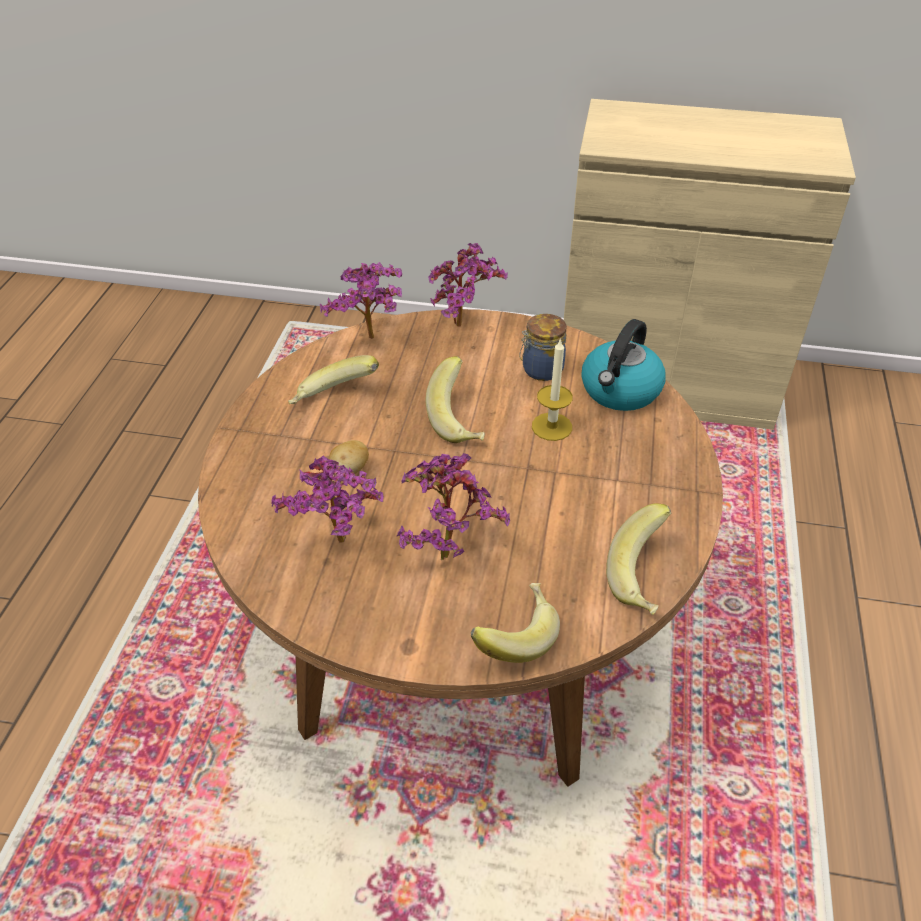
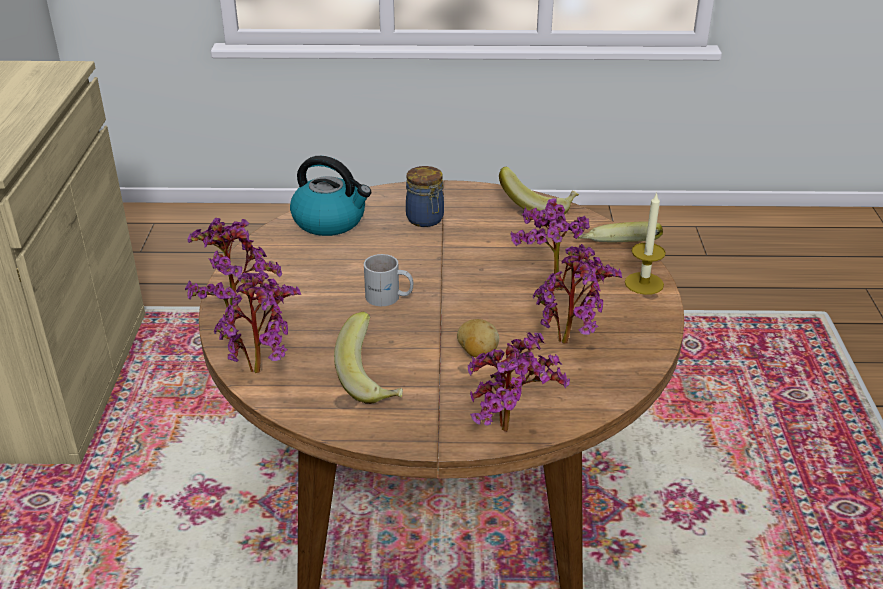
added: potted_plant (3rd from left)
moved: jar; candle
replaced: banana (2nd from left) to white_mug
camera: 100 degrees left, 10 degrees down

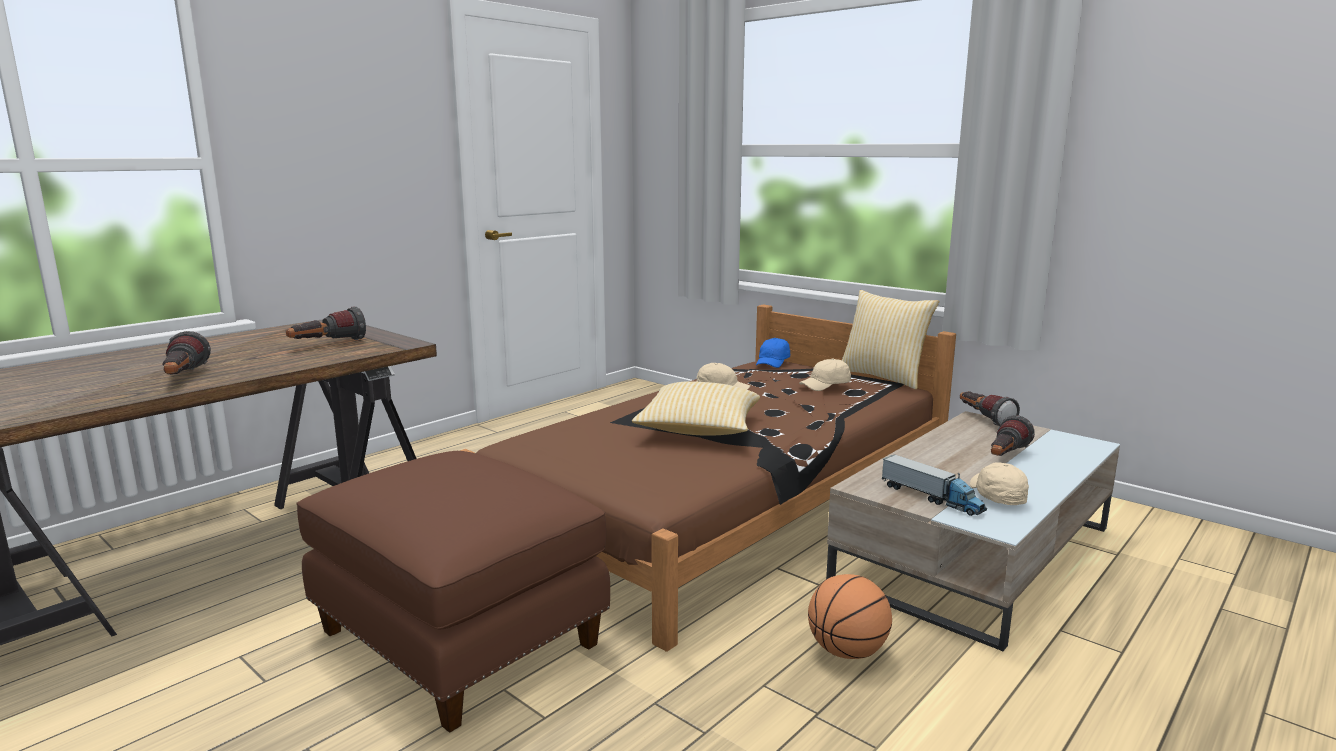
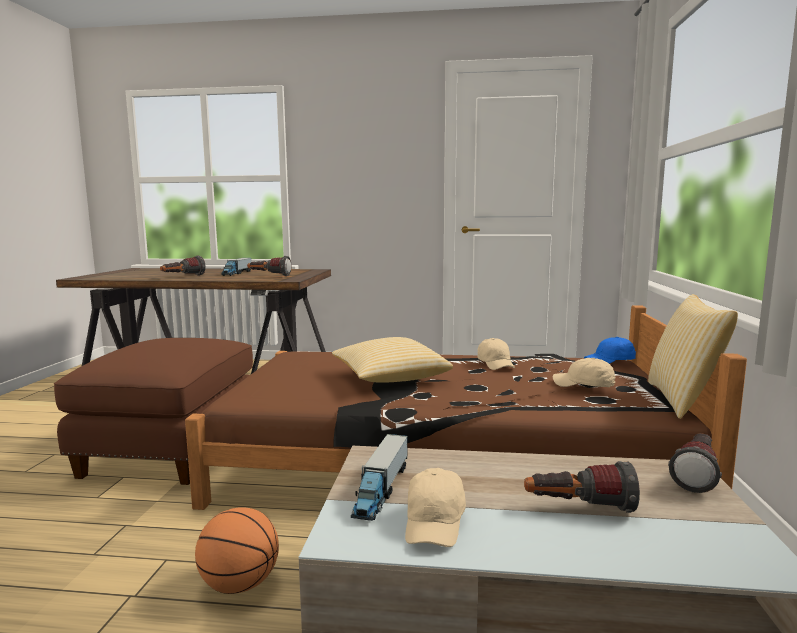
added: toy_truck (1st from left)
turned: beige_cap (3rd from left in the first image) 135 degrees clockwise
camera: 55 degrees right, 5 degrees down

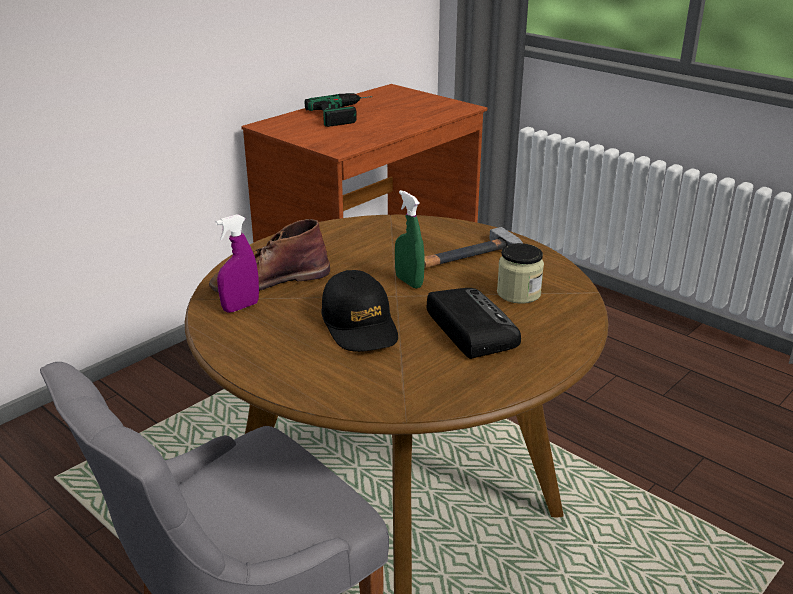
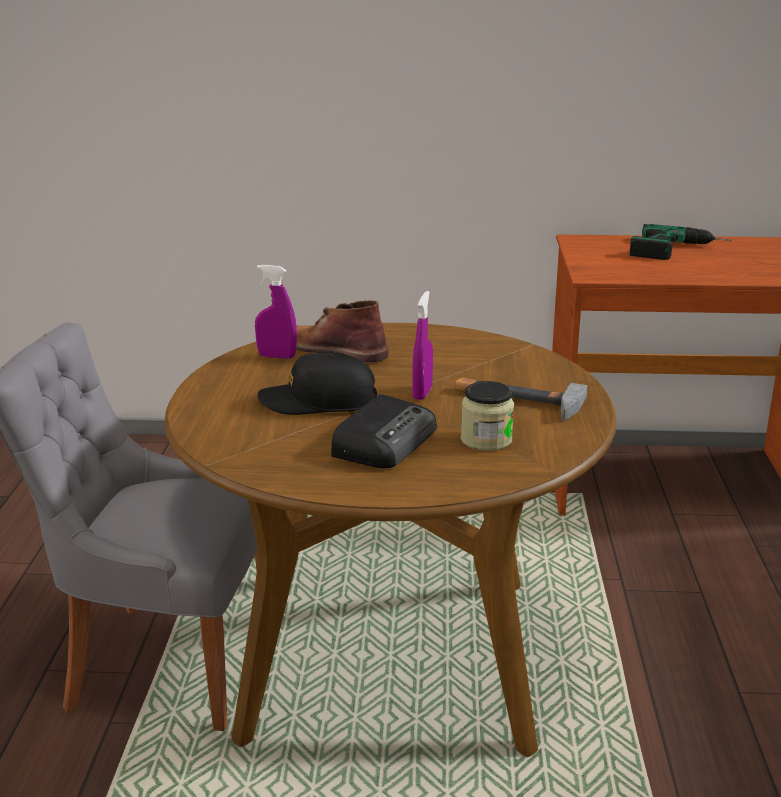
recoloured: green_spray_bottle to purple_spray_bottle (2nd from left)
turned: black_cap 60 degrees clockwise
camera: 50 degrees right, 5 degrees down

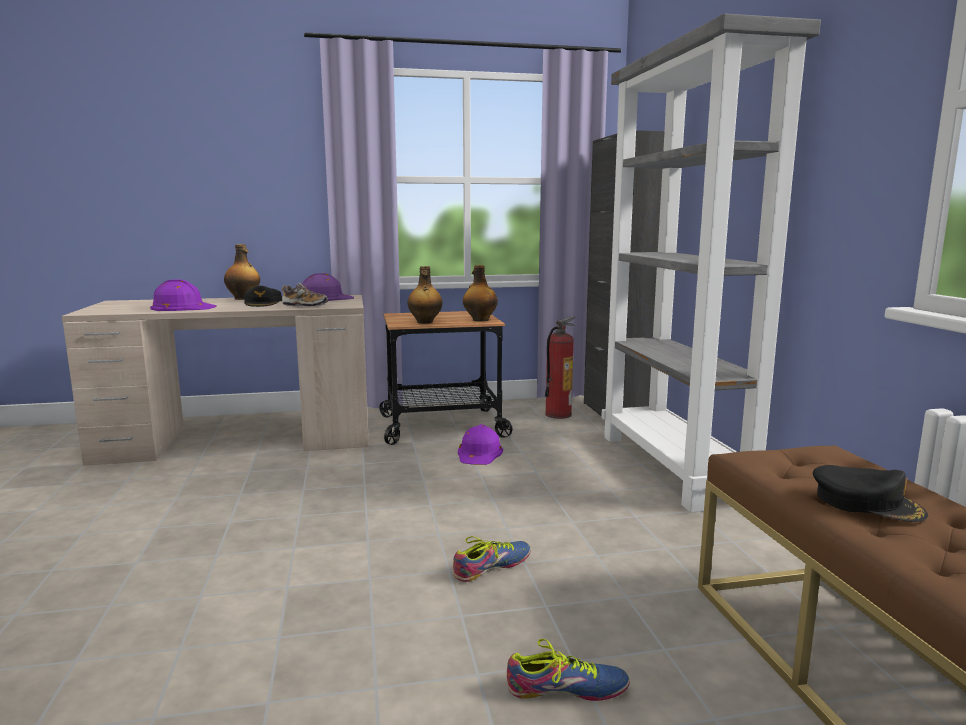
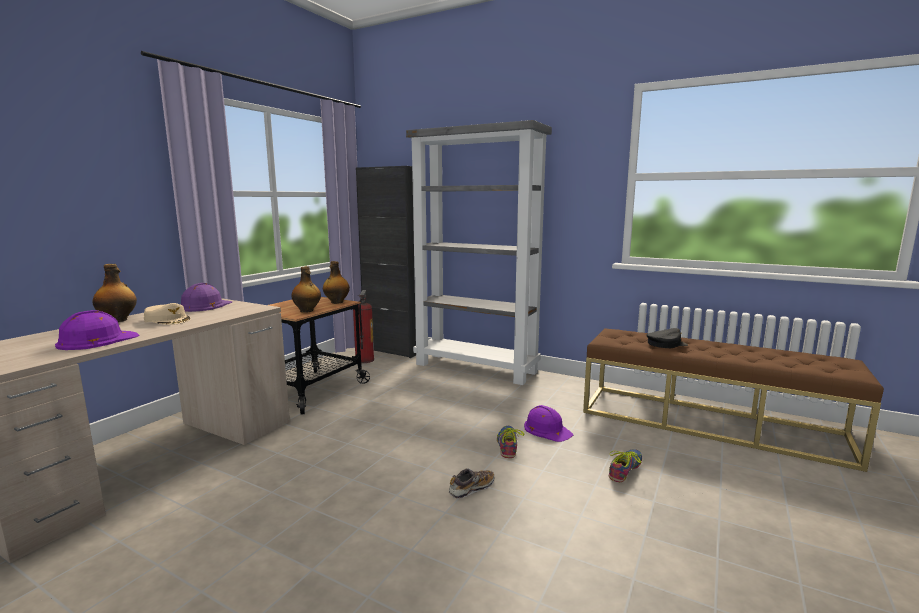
moved: shoe (1st from left); purple_hard_hat (3rd from left)
recoloured: black_cap (1st from left) to beige_cap
camera: 50 degrees left, 0 degrees up

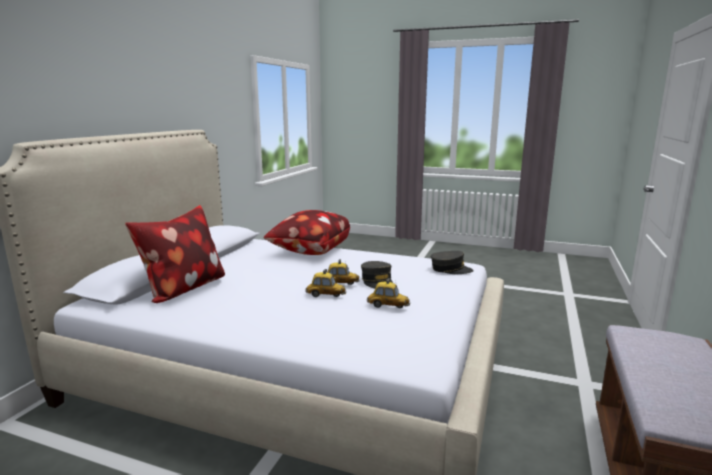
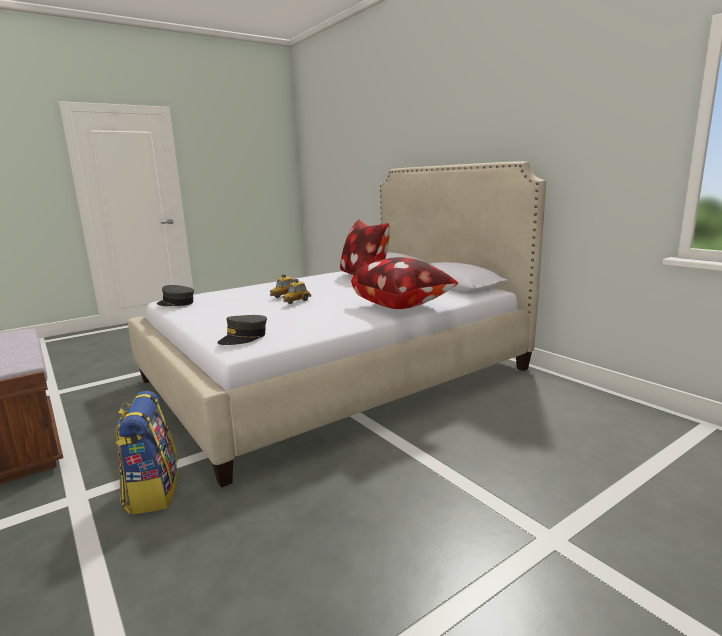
removed: toy_car (3rd from left)
added: backpack
moved: grey_cap (1st from left)
camera: 125 degrees right, 0 degrees up

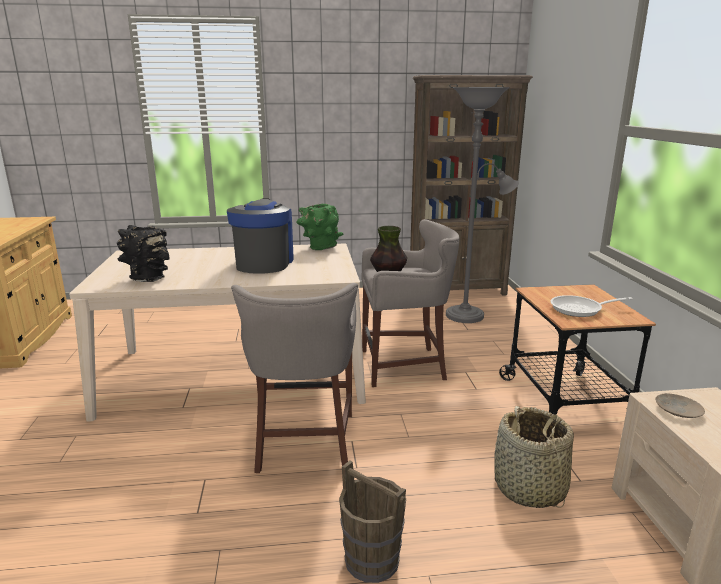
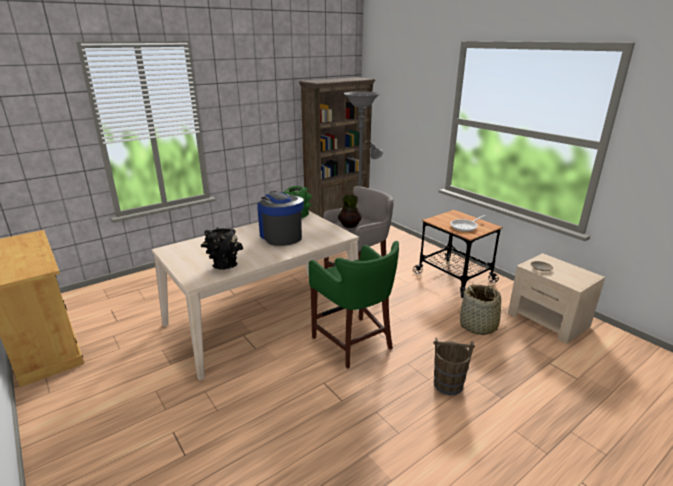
recoloured: grey_stool (1st from left) to green_stool
camera: 30 degrees left, 5 degrees up

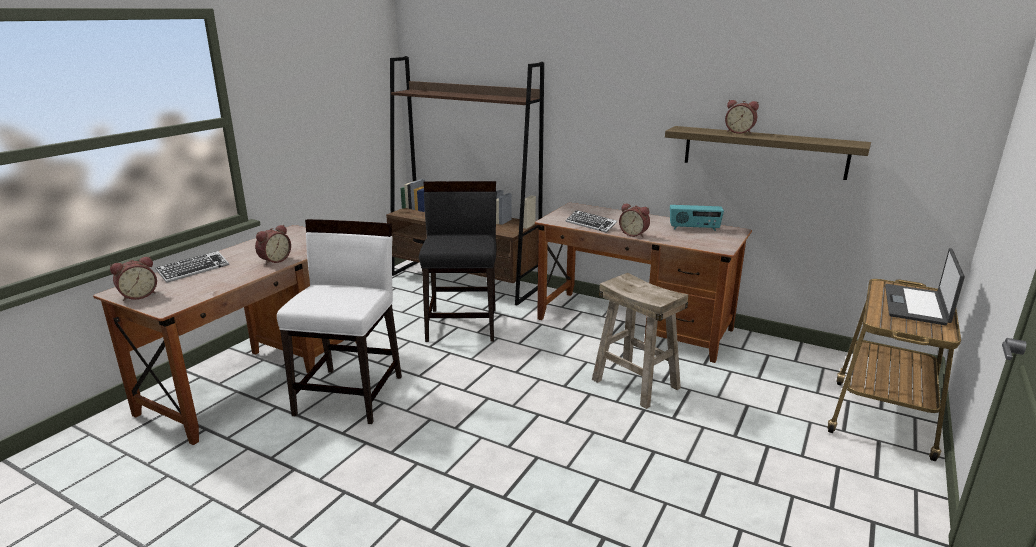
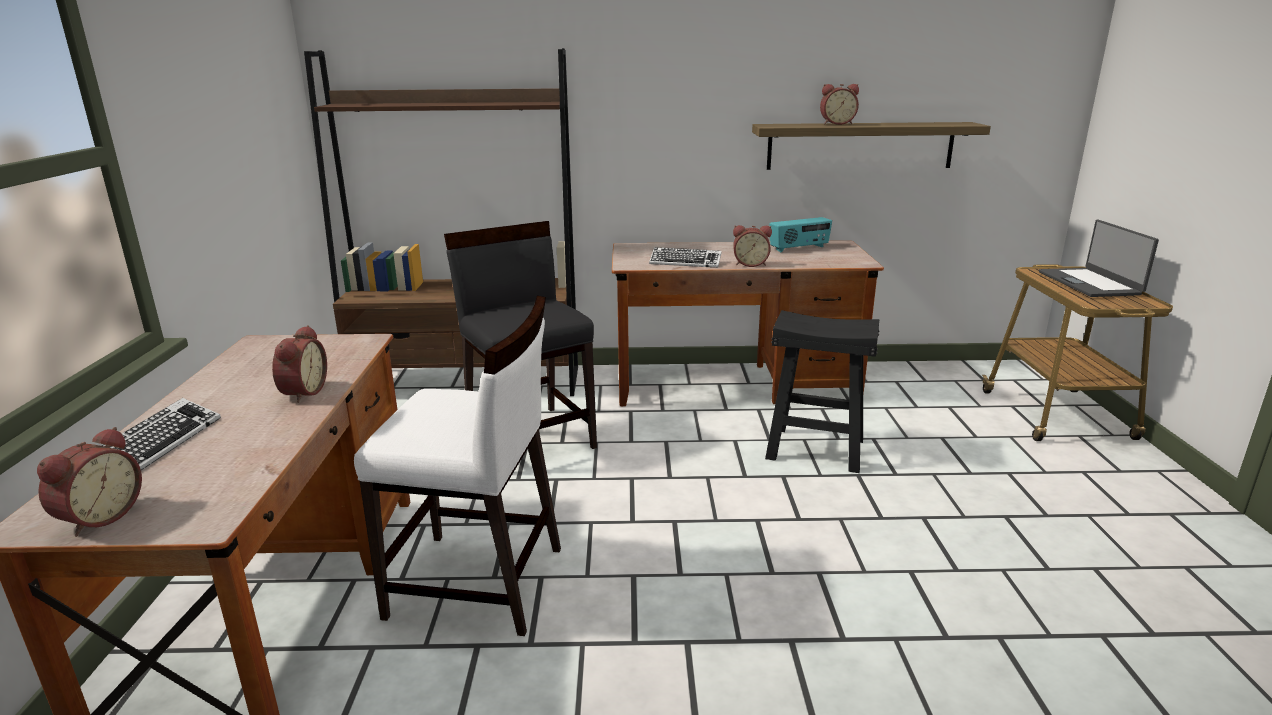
recoloured: beige_stool to black_stool
turned: white_chair 120 degrees clockwise
camera: 30 degrees left, 0 degrees up

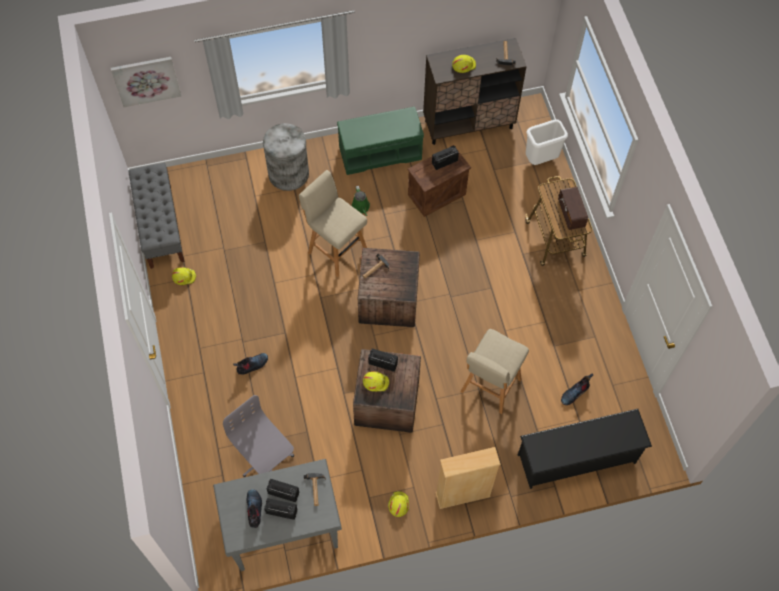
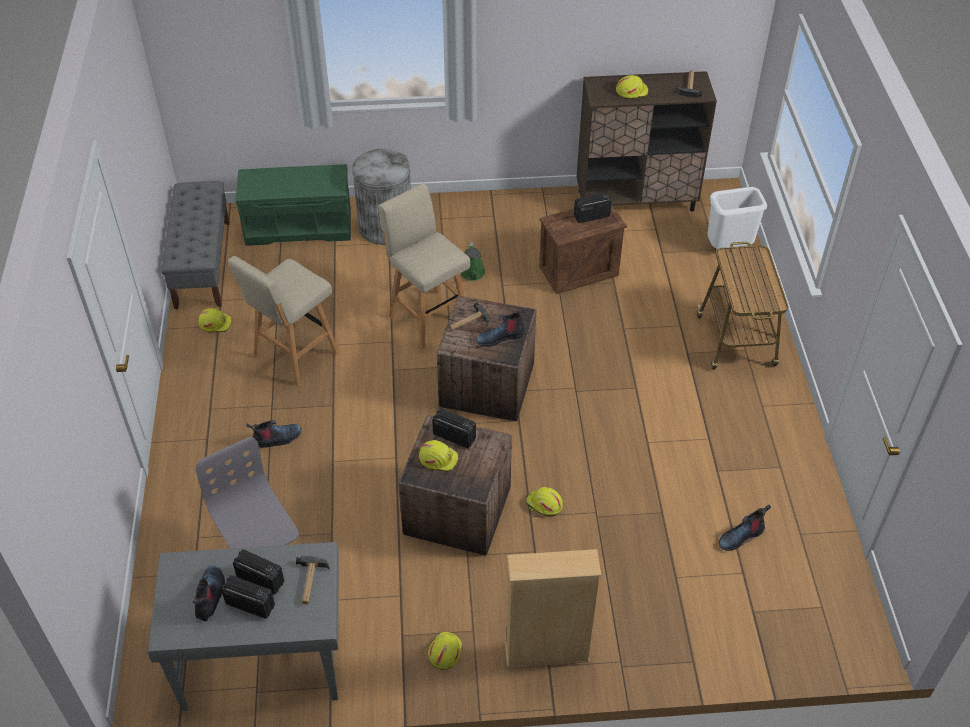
removed: picture; black_shoe_rack; radio (5th from left)
added: boot (3rd from left); yellow_hard_hat (4th from left)
moved: green_bench; beige_stool (2nd from left in the first image) to beige_stool (1st from left)
camera: 10 degrees right, 15 degrees down

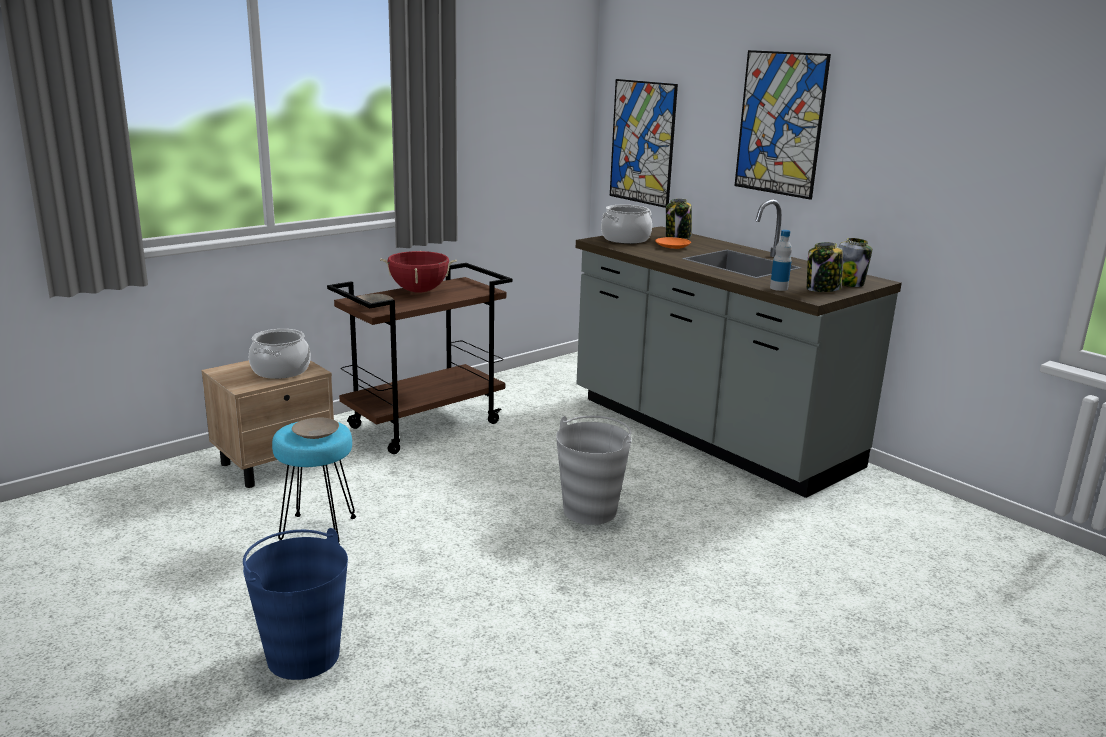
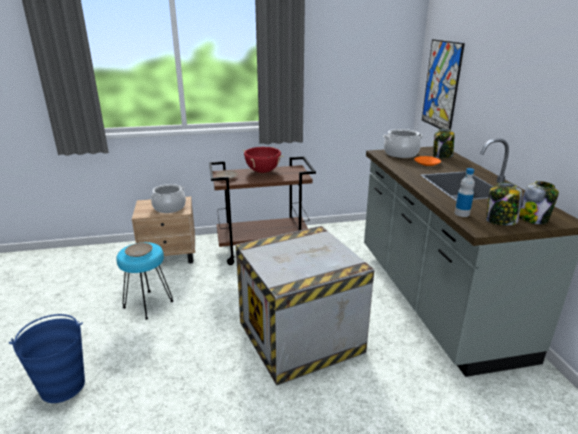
removed: picture (2nd from left)
replaced: grey_bucket to crate
camera: 30 degrees right, 5 degrees up

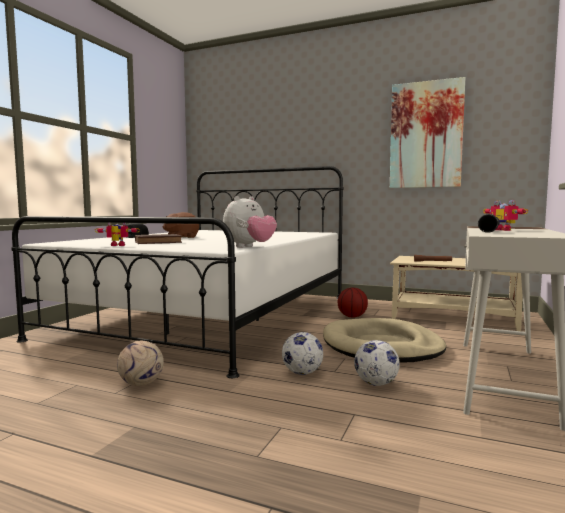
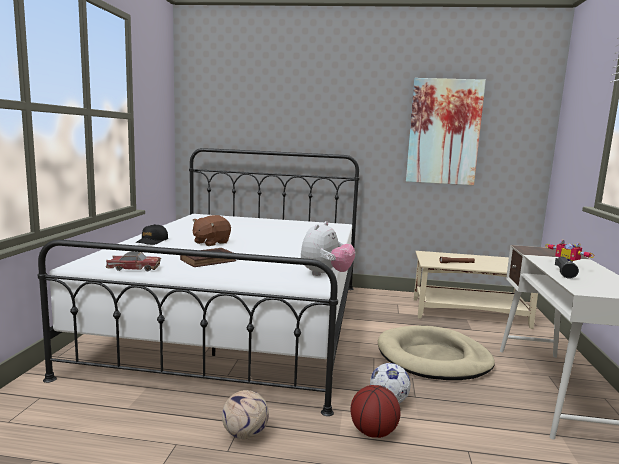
removed: toy_robot (1st from left); football (3rd from left)
added: toy_car
moved: basketball
camera: 15 degrees left, 5 degrees up

